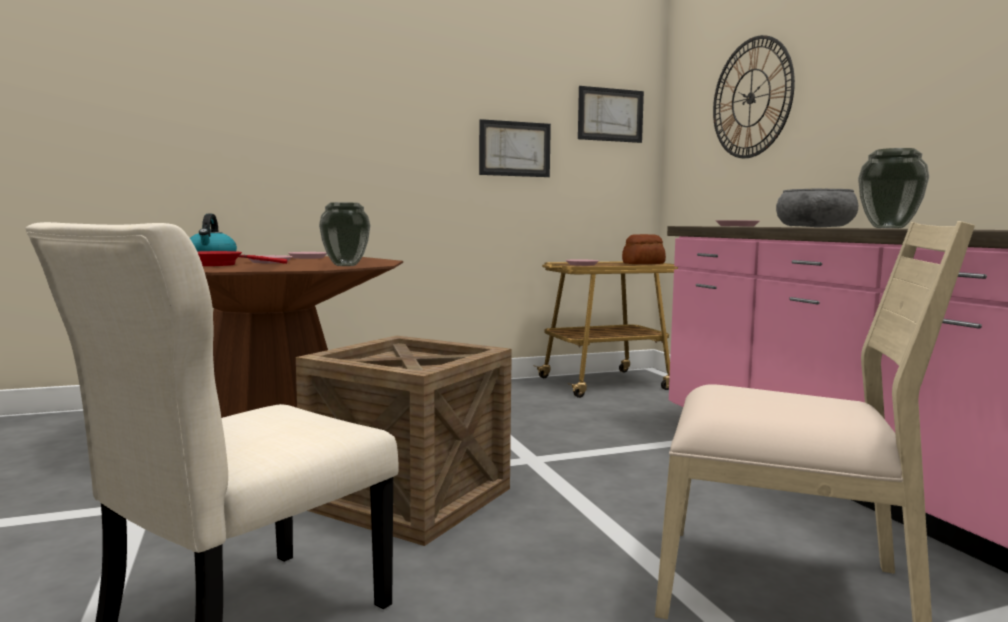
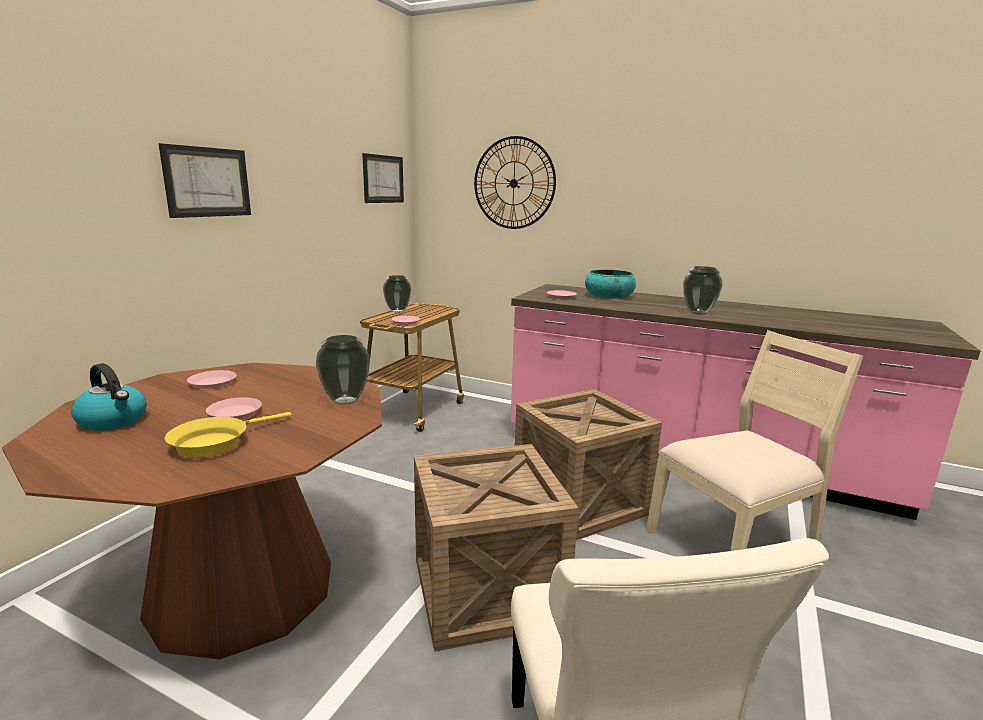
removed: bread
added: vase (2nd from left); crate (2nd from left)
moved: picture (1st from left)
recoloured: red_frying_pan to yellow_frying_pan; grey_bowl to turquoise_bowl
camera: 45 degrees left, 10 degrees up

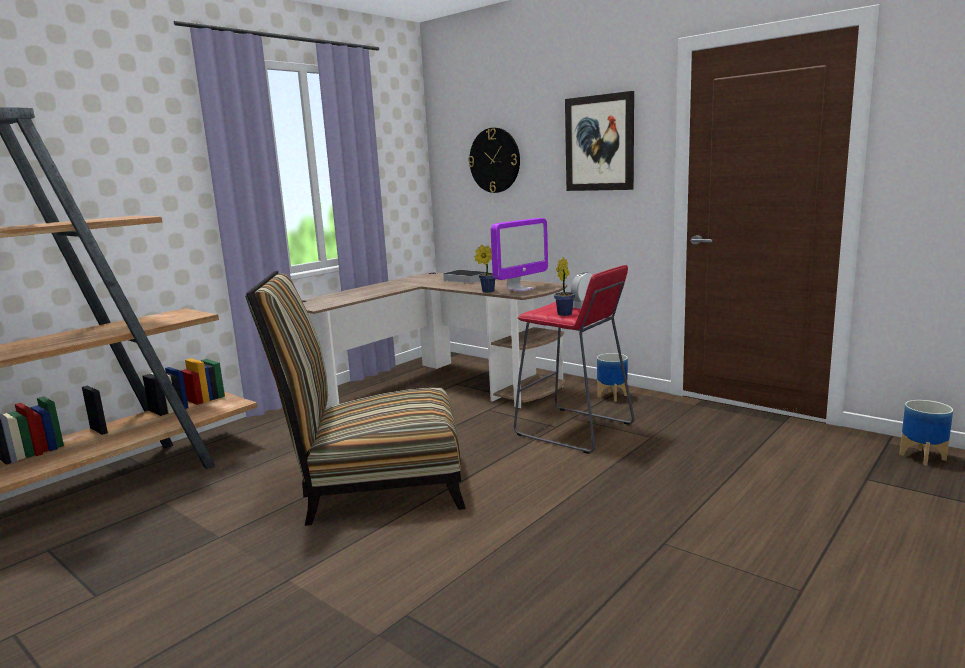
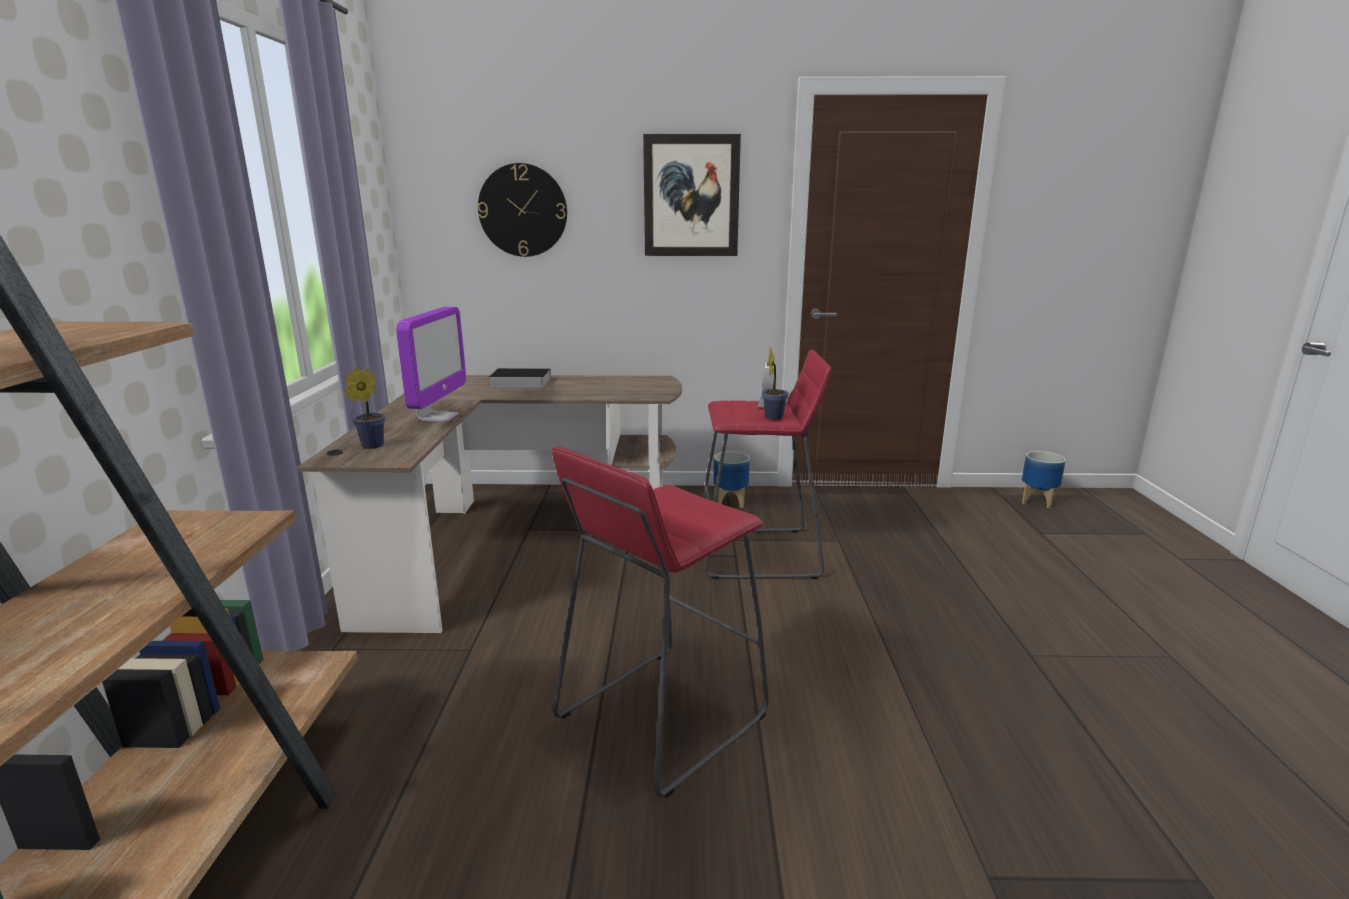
moved: potted_plant (1st from left); monitor
replaced: chair to red_stool (1st from left)
camera: 40 degrees left, 5 degrees up

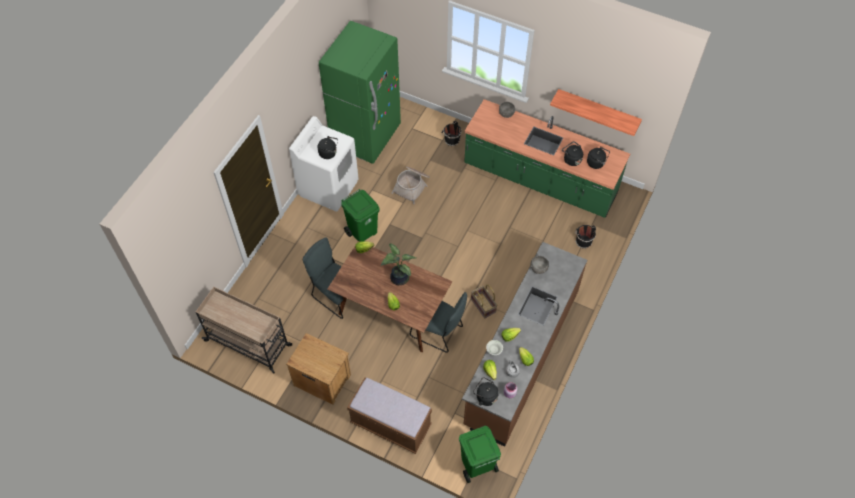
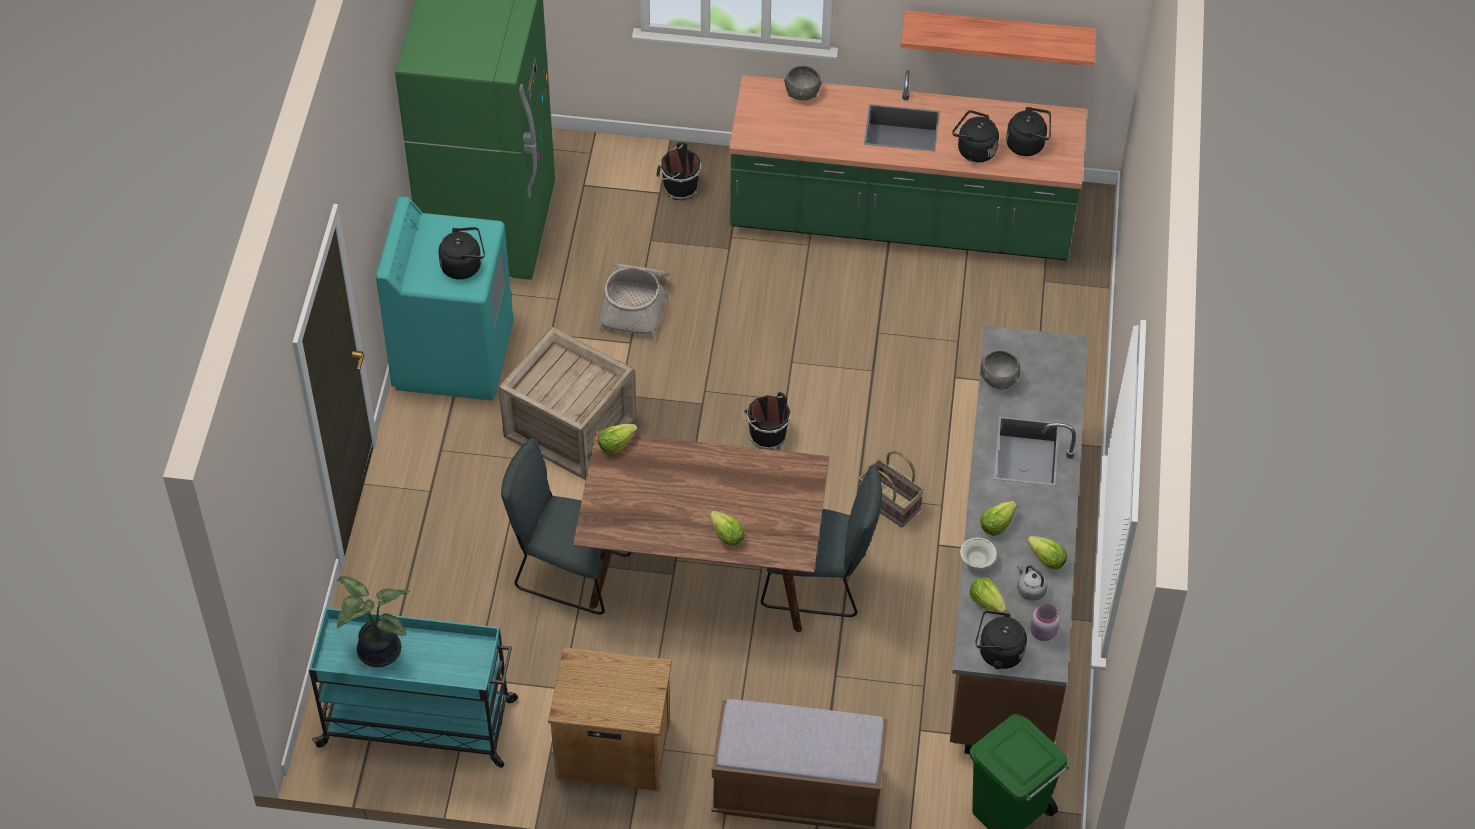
moved: potted_plant; black_bucket (2nd from left)
replaced: green_trash_can (1st from left) to crate
recoloured: beige_cart to turquoise_cart; white_washing_machine to turquoise_washing_machine
camera: 20 degrees left, 5 degrees down

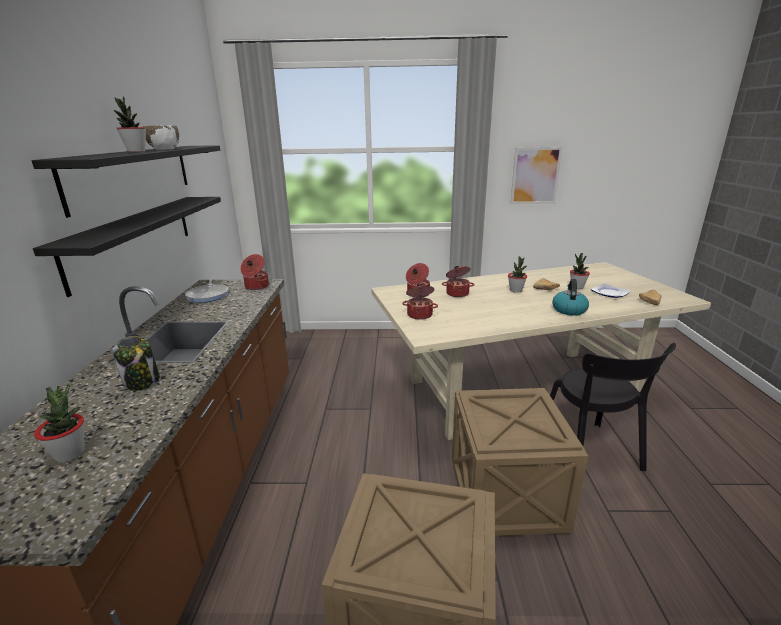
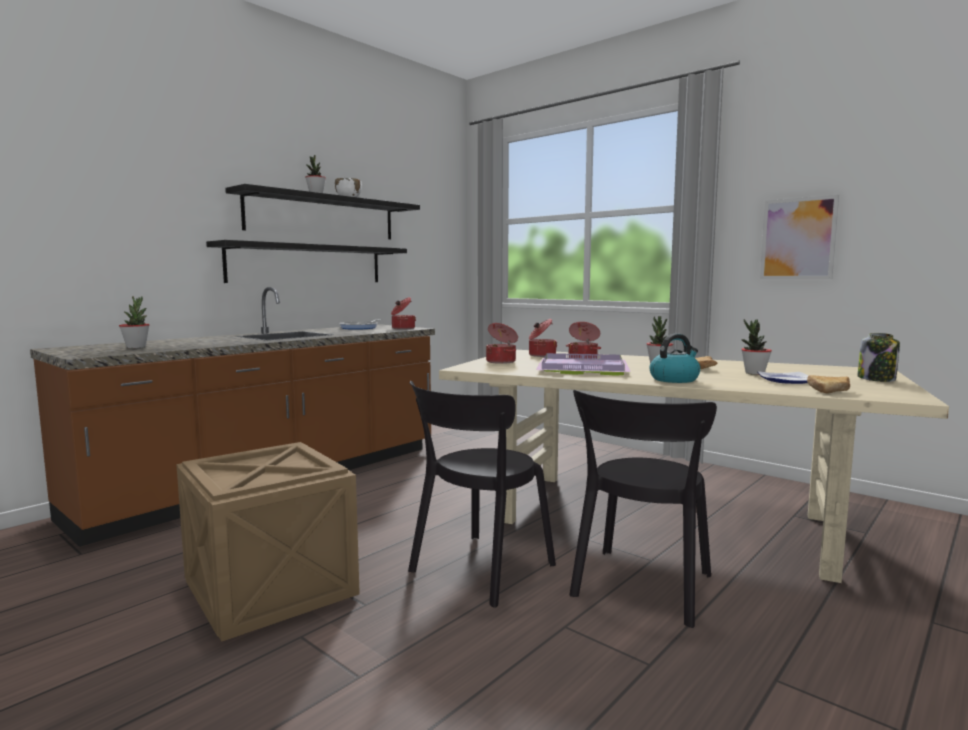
added: purple_tray
moved: jar
replaced: crate (2nd from left) to black_chair (1st from left)
camera: 40 degrees right, 15 degrees down

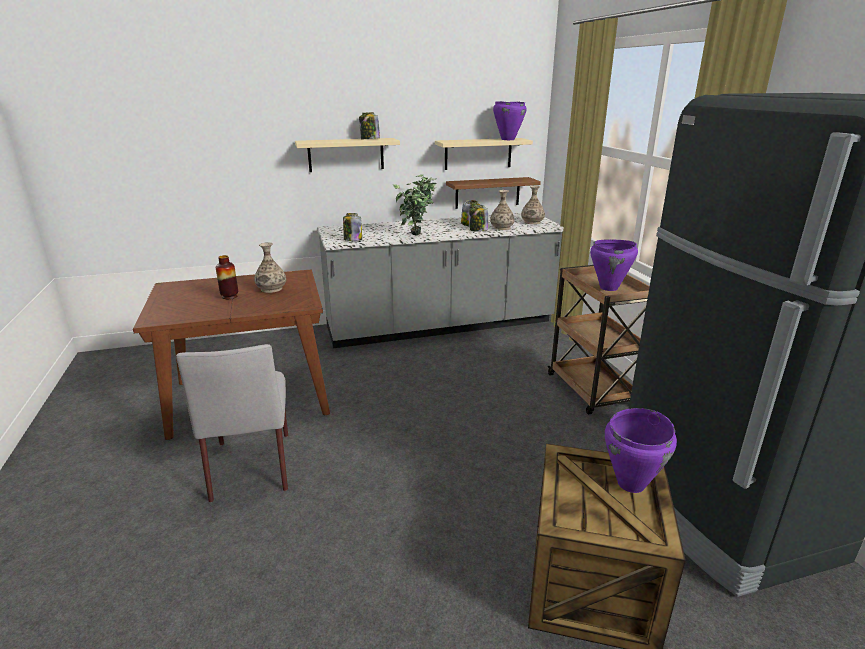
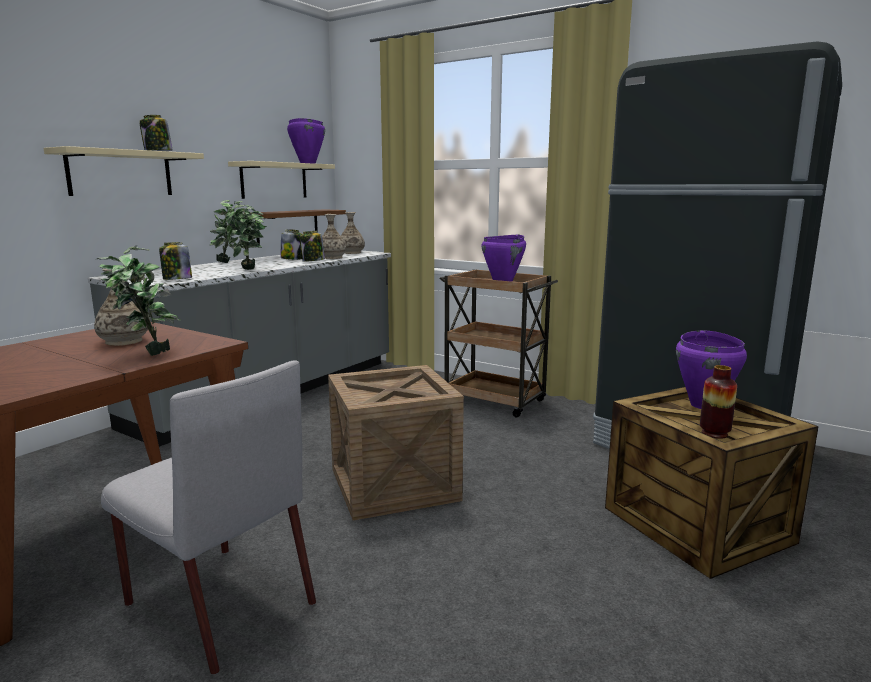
added: potted_plant (1st from left); crate (1st from left)
moved: vase (1st from left in the first image) to vase (4th from left)
camera: 40 degrees left, 10 degrees down

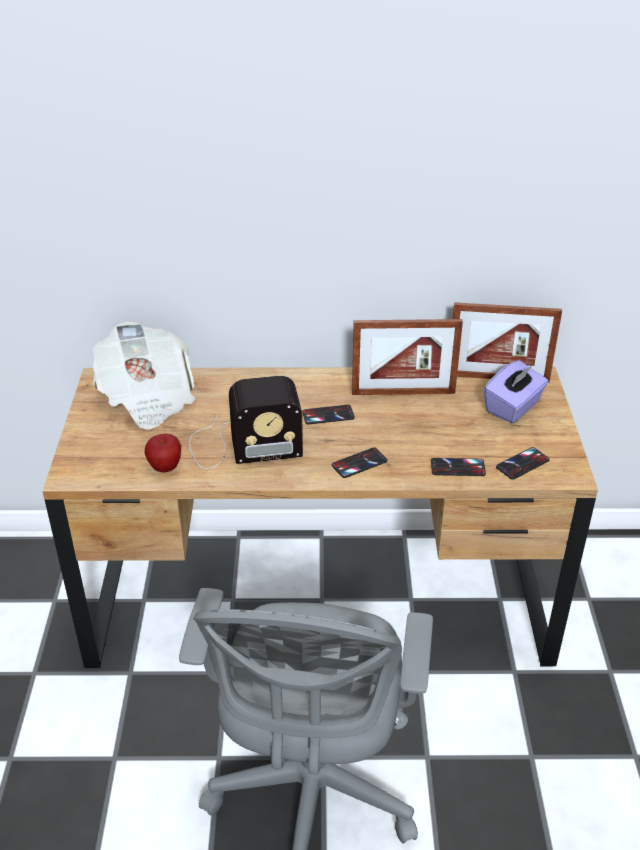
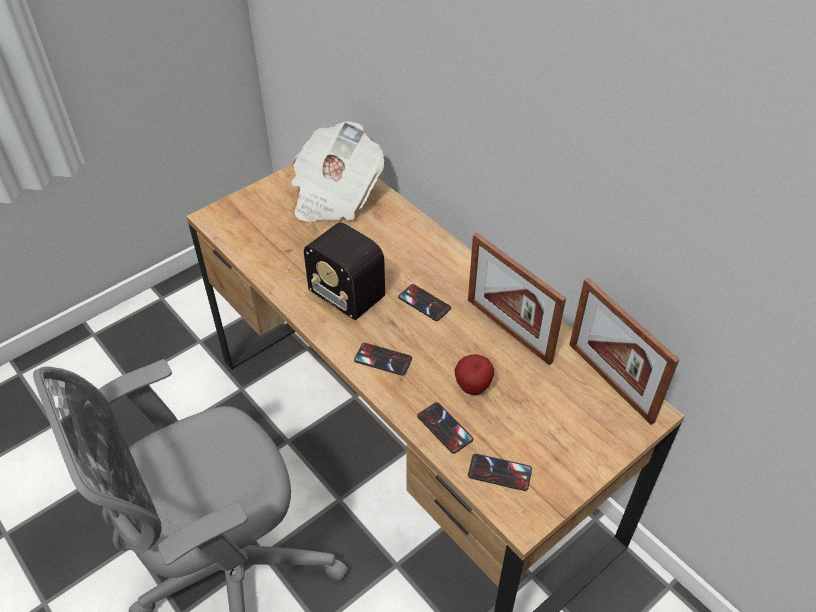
removed: purple_tissue_box
moved: apple
camera: 50 degrees right, 10 degrees up

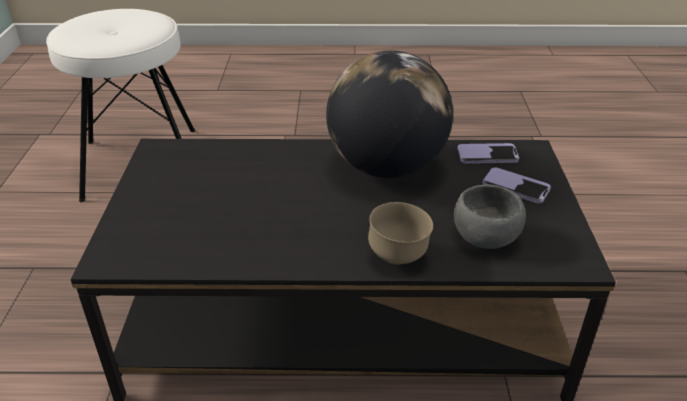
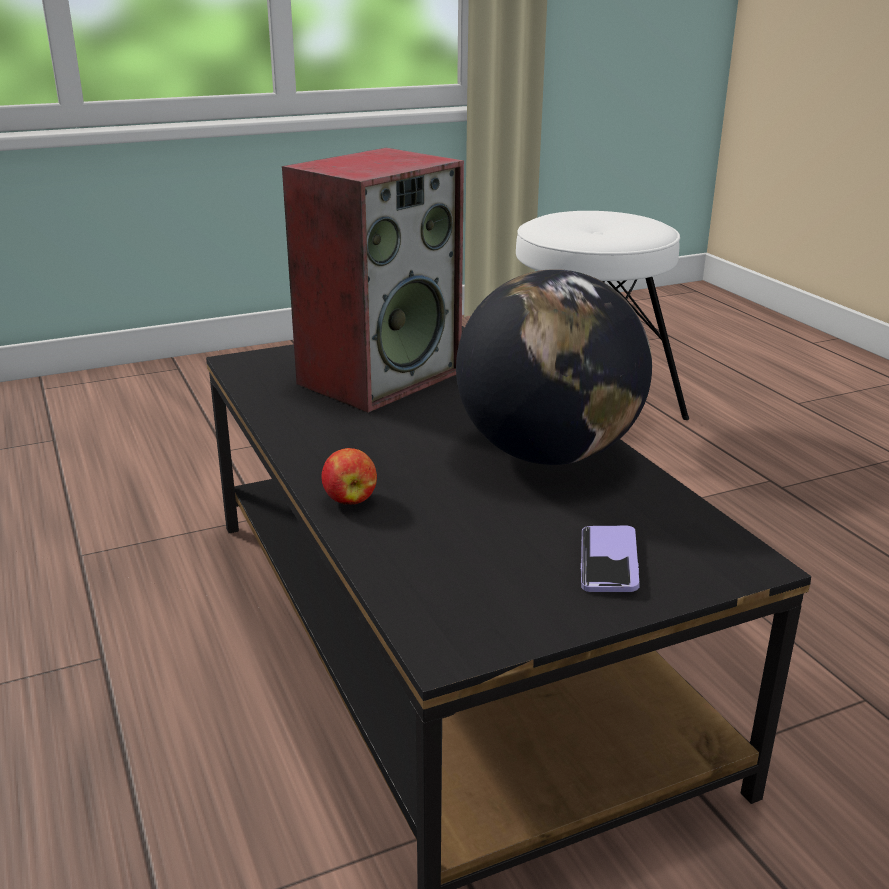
removed: grey_bowl; phone (1st from left)
added: speaker
replaced: brown_bowl to apple
camera: 65 degrees right, 10 degrees down

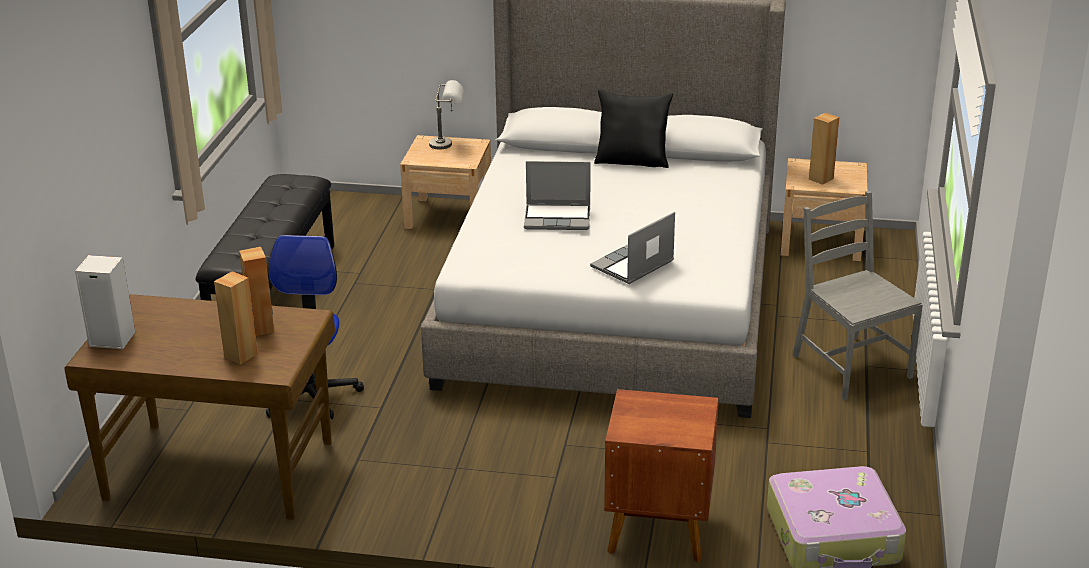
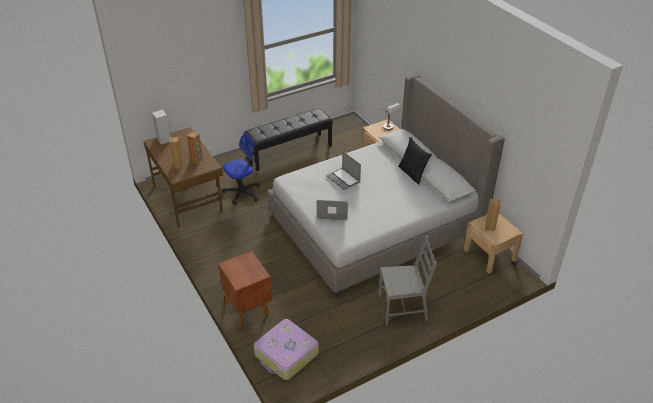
turned: grey_chair 60 degrees clockwise
camera: 50 degrees right, 10 degrees up

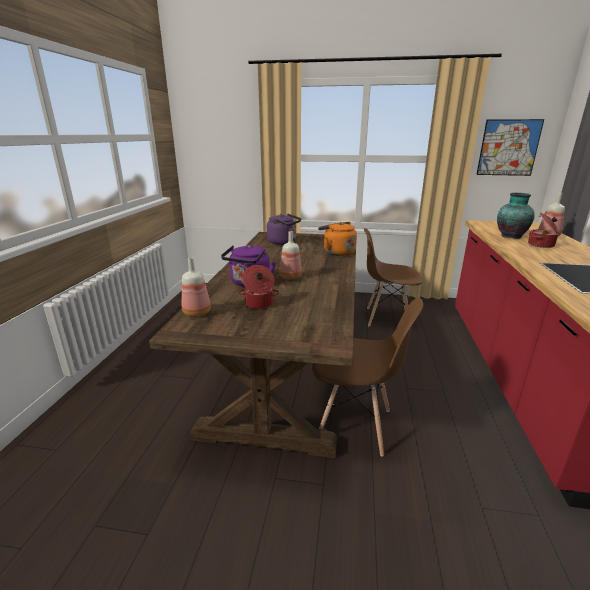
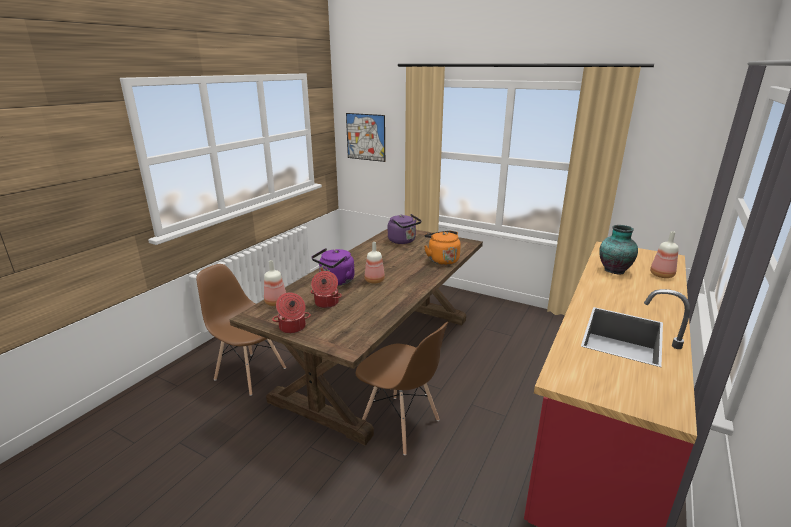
moved: brown_chair (2nd from left in the first image) to brown_chair (1st from left); picture; cooking_pot (2nd from left in the first image) to cooking_pot (1st from left)
camera: 20 degrees right, 0 degrees up

